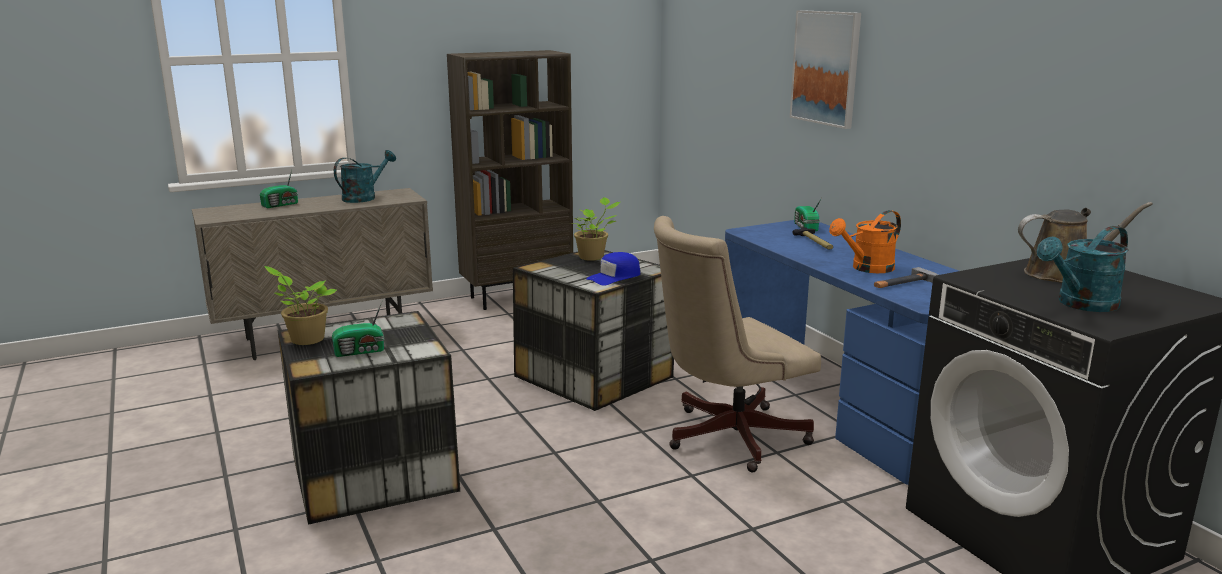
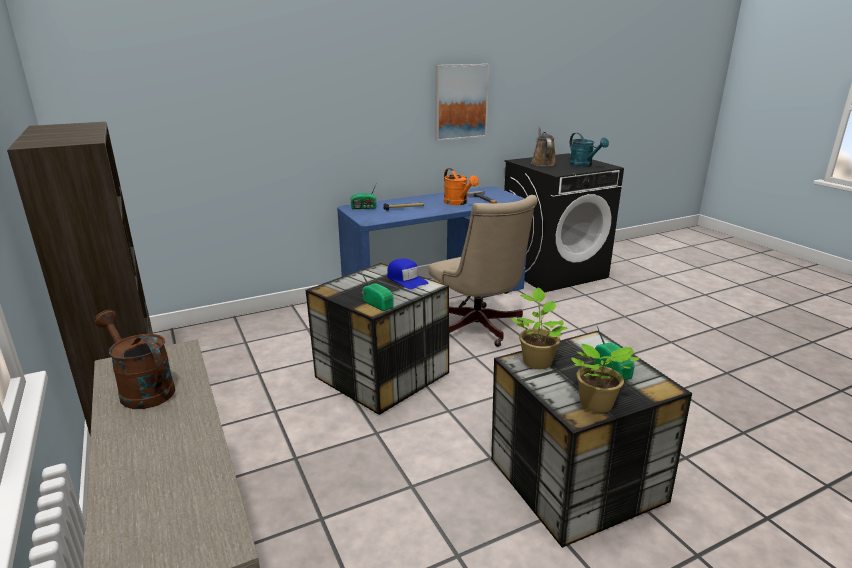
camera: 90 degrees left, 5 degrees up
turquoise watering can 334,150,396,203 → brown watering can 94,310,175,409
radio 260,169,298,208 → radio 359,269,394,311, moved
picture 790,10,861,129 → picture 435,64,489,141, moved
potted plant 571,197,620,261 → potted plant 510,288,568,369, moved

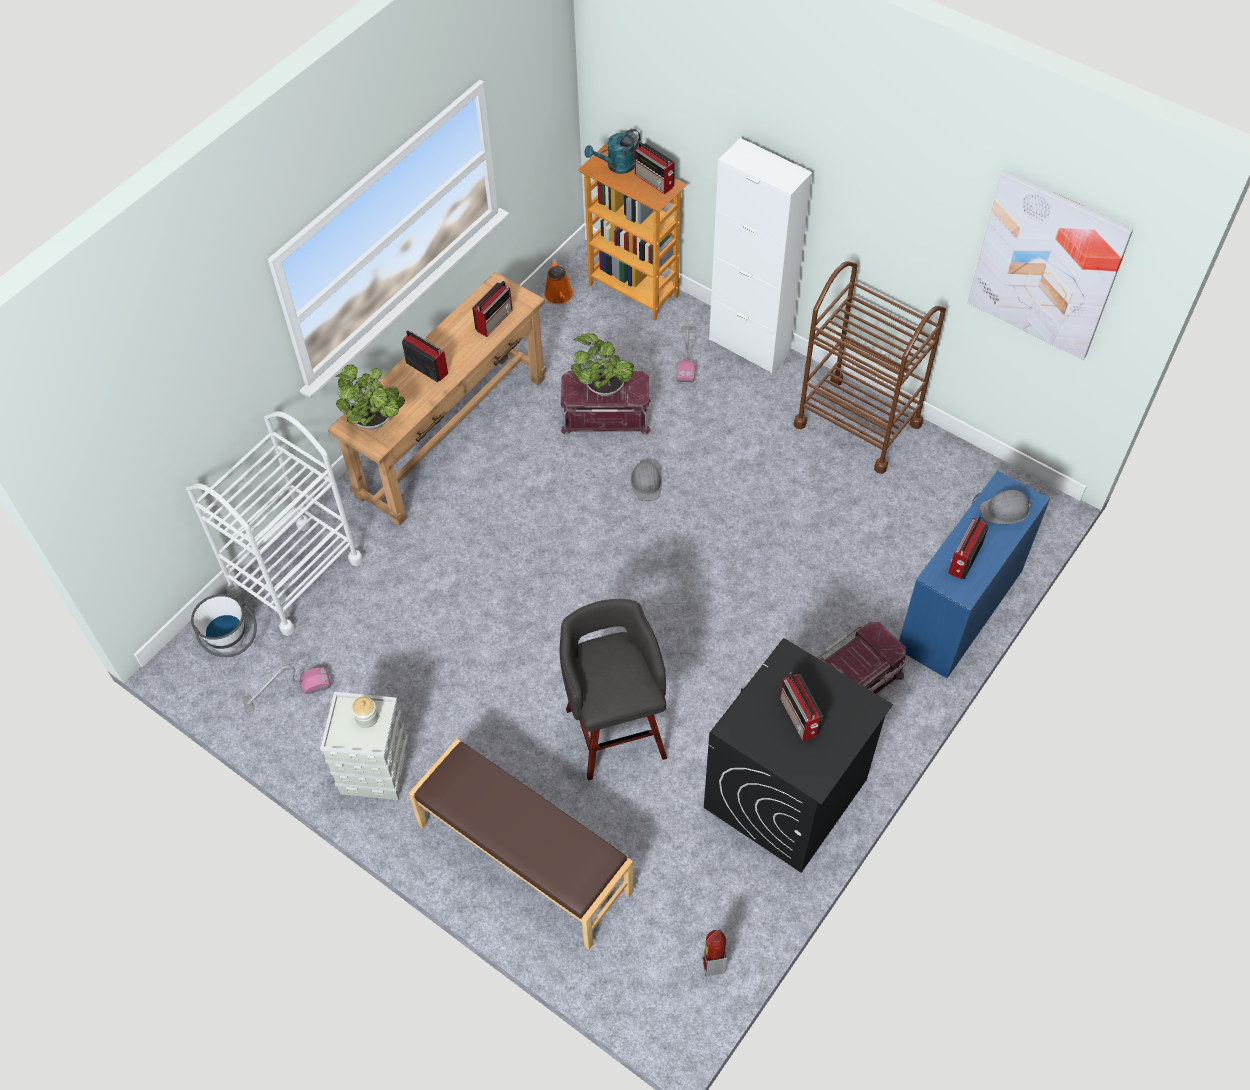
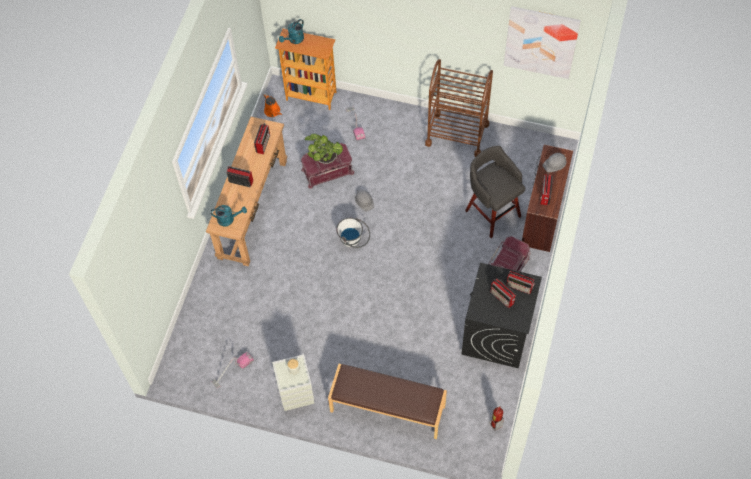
camera: 20 degrees left, 5 degrees up
potted plant 336,365,405,430 → turquoise watering can 211,205,247,226
white bucket 191,594,257,657 → white bucket 336,218,370,248, moved
grey stool 560,599,667,781 → grey stool 465,146,525,238, moved
radio 635,141,675,194 → radio 506,270,535,294, moved
blue desk 899,470,1050,678 → brown desk 522,145,573,252
white cart 186,411,363,636 → -
white cabinet 709,138,812,373 → -

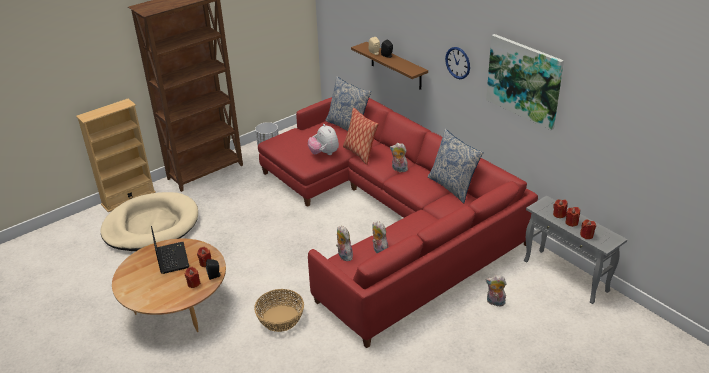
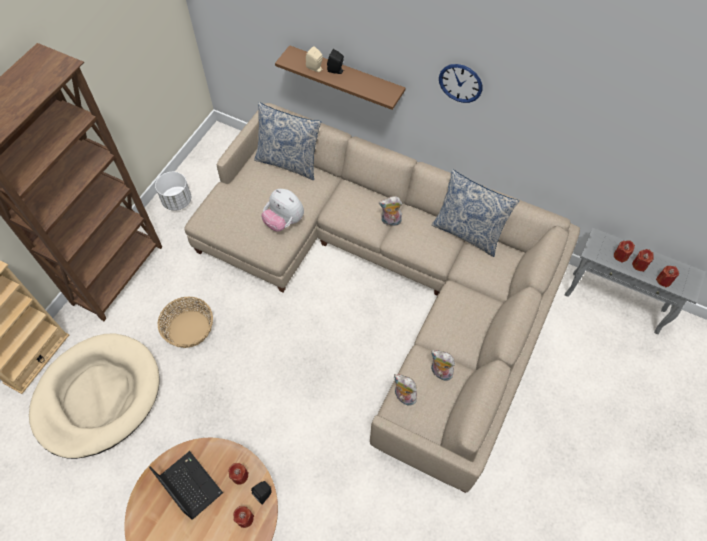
camera: 25 degrees left, 25 degrees up
basket 254,289,304,332 → basket 158,296,213,348, moved
red sofa 258,97,538,348 → beige sofa 184,103,580,493
pillow 343,108,379,165 → -
picture 486,34,564,130 → -
plush toy 486,275,507,306 → -

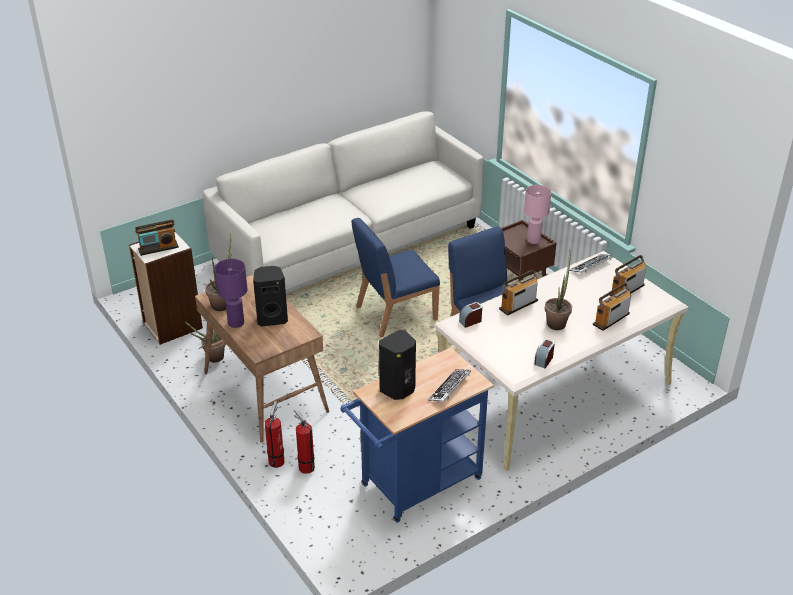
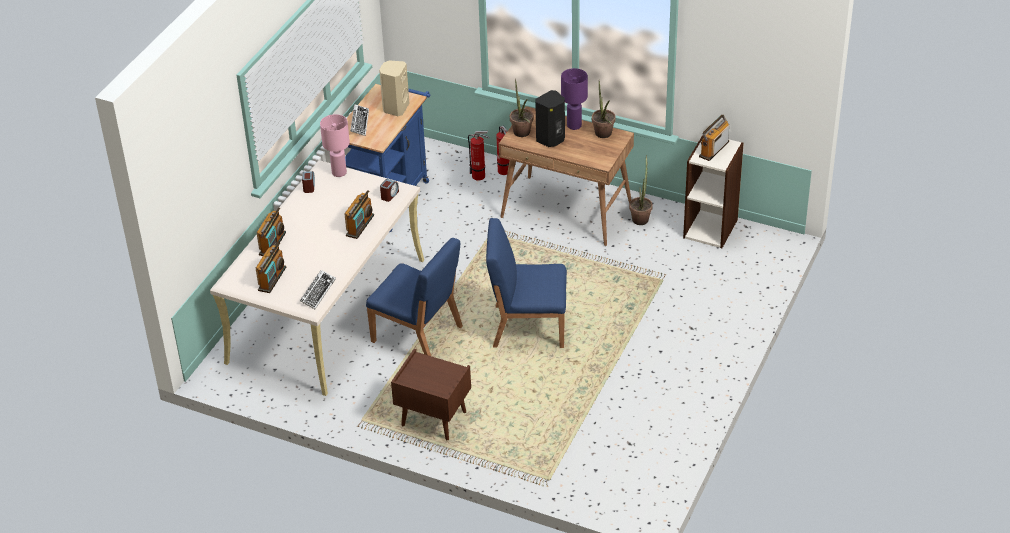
camera: 150 degrees right, 5 degrees up
pink table lamp 524,185,551,244 → pink table lamp 320,114,350,177, moved
black speaker 379,330,416,400 → beige speaker 379,60,409,116
blue chair 352,218,440,338 → blue chair 486,218,567,348, 120 degrees counterclockwise
potted plant 545,251,572,330 → potted plant 510,79,533,137, moved
white sofa 203,112,484,290 → -

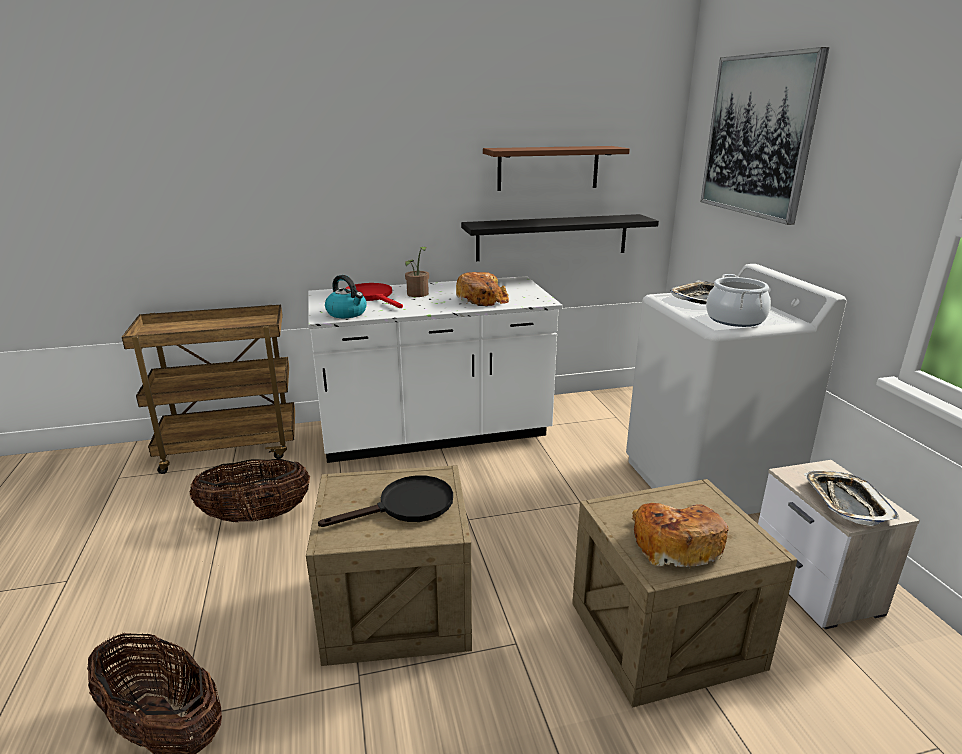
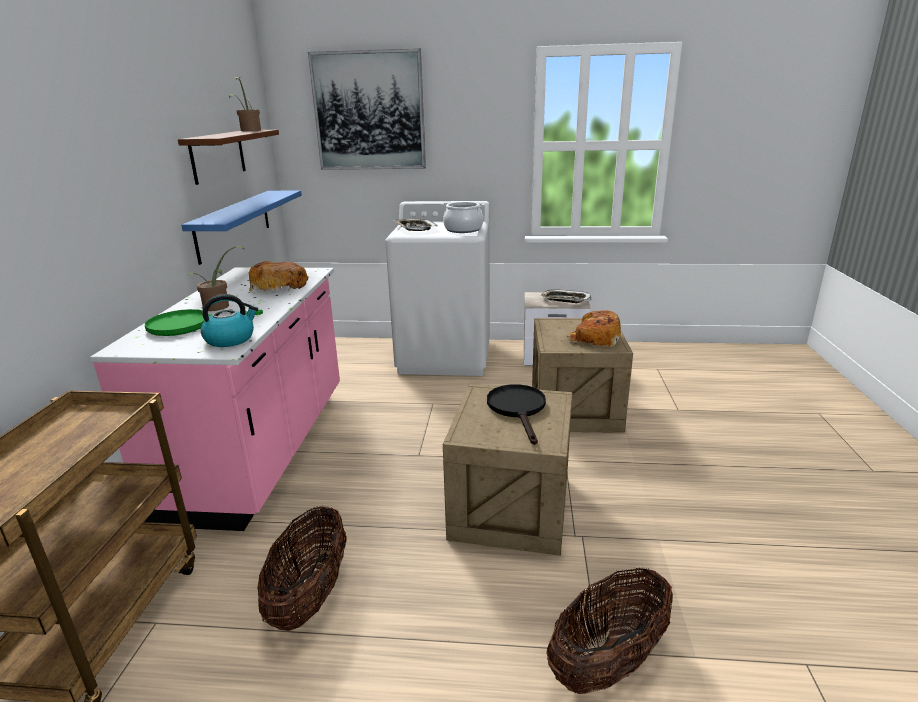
camera: 70 degrees left, 0 degrees up
white counter 308,276,562,463 → pink counter 90,267,340,531
red frying pan 345,283,403,308 → green frying pan 145,309,263,336
black shelf 461,214,659,261 → blue shelf 181,190,302,265
- → potted plant 229,77,261,131

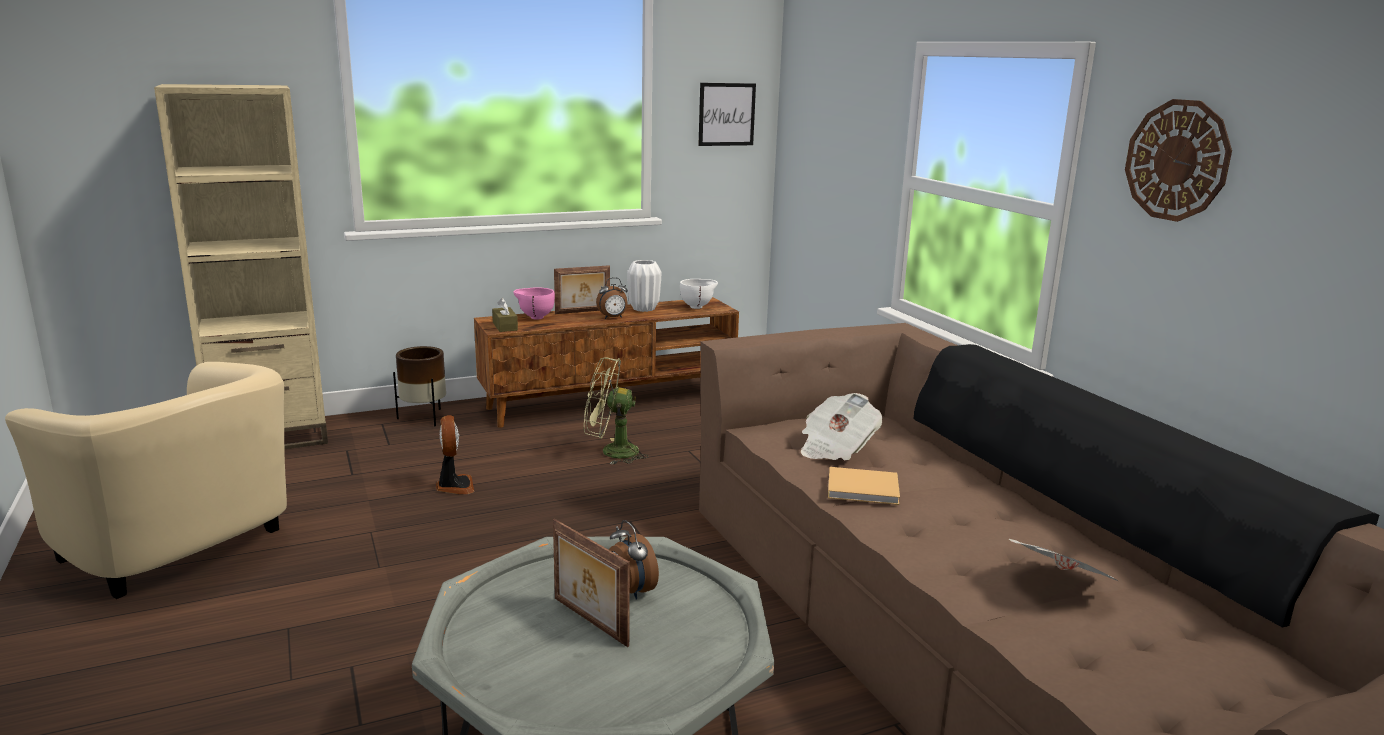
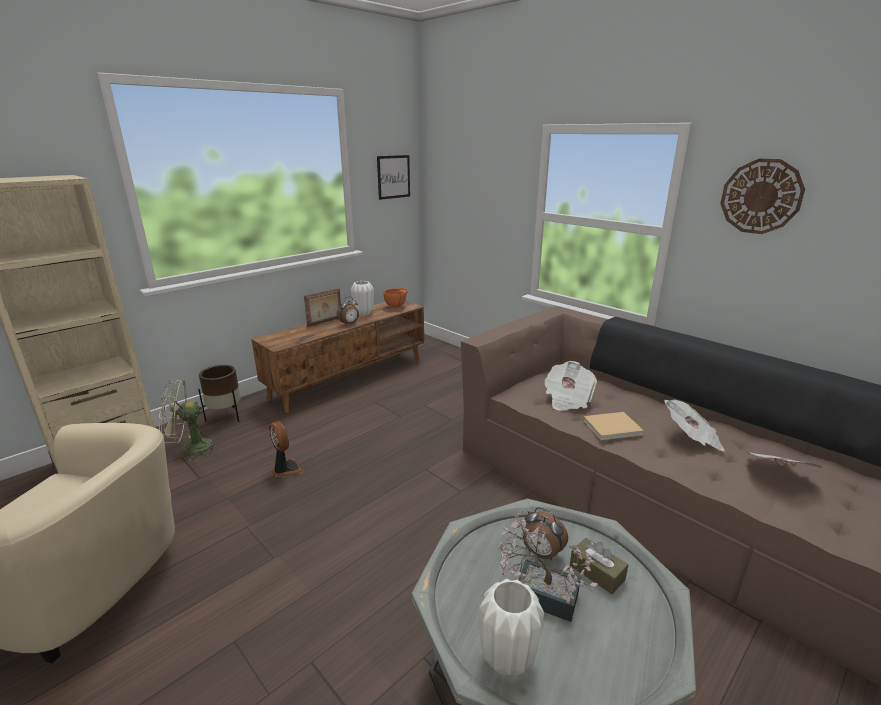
camera: 20 degrees left, 5 degrees up
green fan 584,357,648,465 → green fan 159,380,220,461, moved
white bowl 680,279,718,309 → orange bowl 384,288,408,309
- → white vase 479,579,544,677
picture frame 553,519,630,647 → potted plant 498,511,598,622
brown tissue box 492,298,518,332 → brown tissue box 570,538,628,594, moved
- → newspaper 664,399,725,452
pink bowl 513,287,555,320 → -

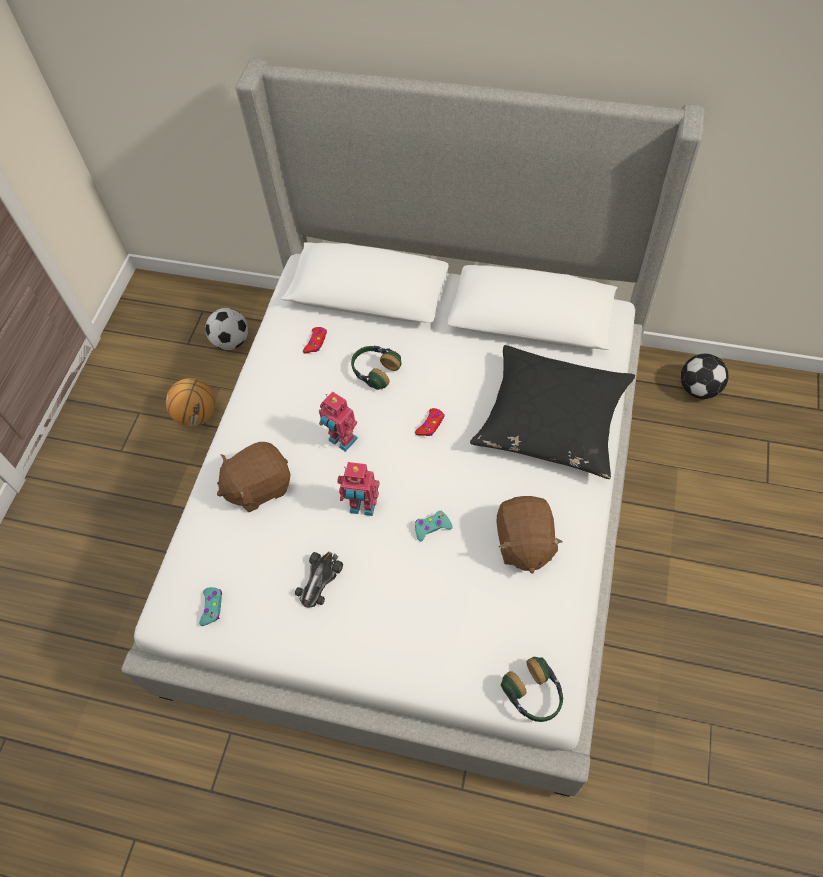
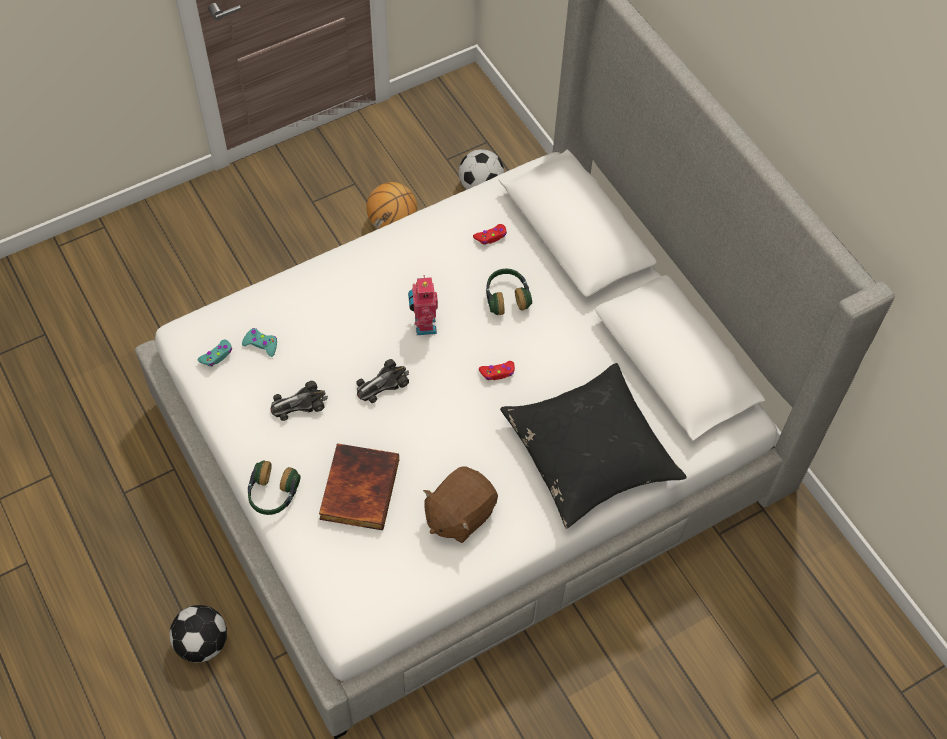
camera: 40 degrees right, 0 degrees up
football 681,354,728,399 → football 170,605,227,662, moved
turquoise game controller 415,511,452,542 → turquoise game controller 242,328,277,357, moved
headphones 501,657,563,722 → headphones 248,460,301,515, moved
- → book 319,443,399,530
toy robot 338,462,379,516 → toy car 356,359,409,403
brown plush toy 217,442,291,512 → -

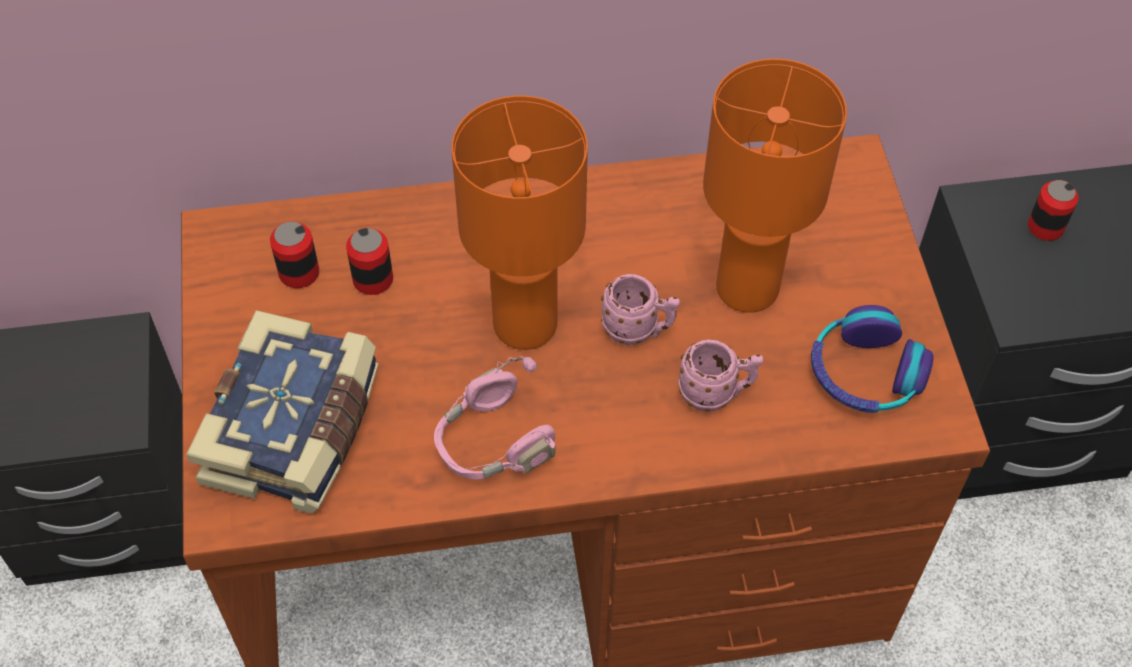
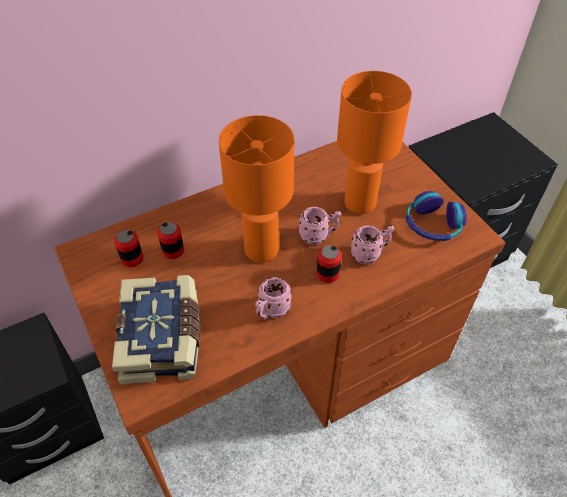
camera: 20 degrees left, 5 degrees down
pink headphones 434,356,556,479 → pink mug 255,277,292,320
can 1028,180,1079,241 → can 316,245,342,283, moved

